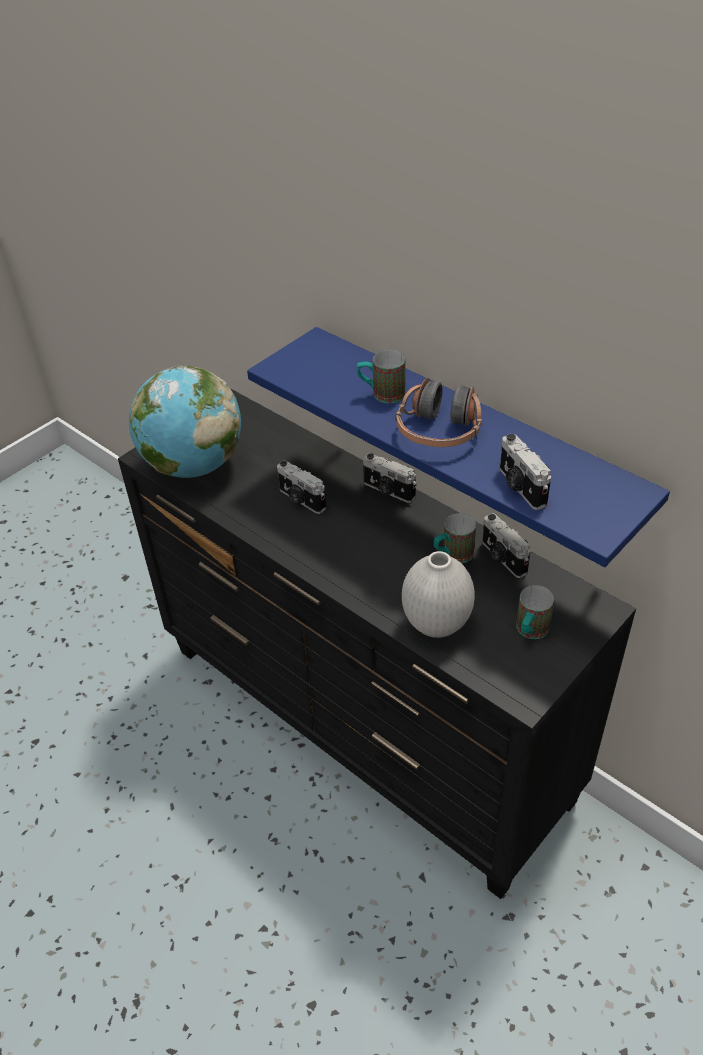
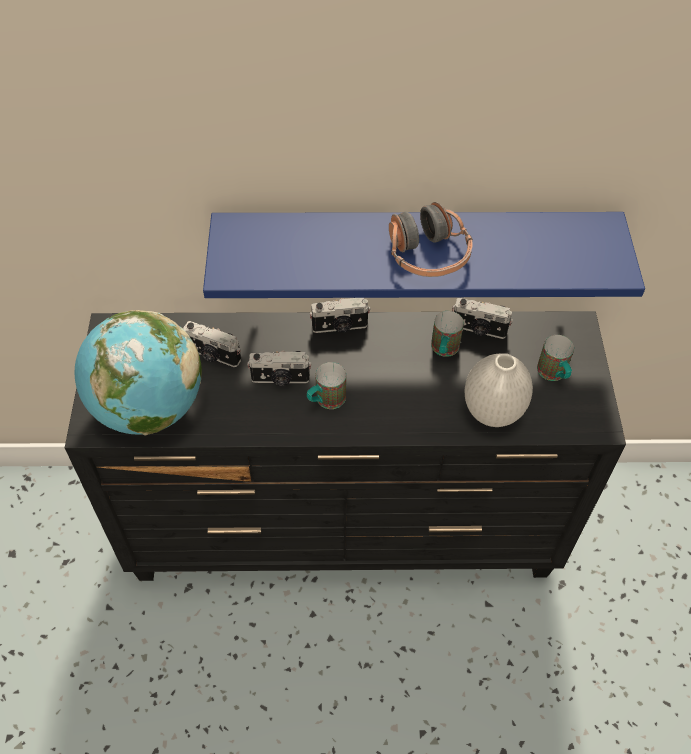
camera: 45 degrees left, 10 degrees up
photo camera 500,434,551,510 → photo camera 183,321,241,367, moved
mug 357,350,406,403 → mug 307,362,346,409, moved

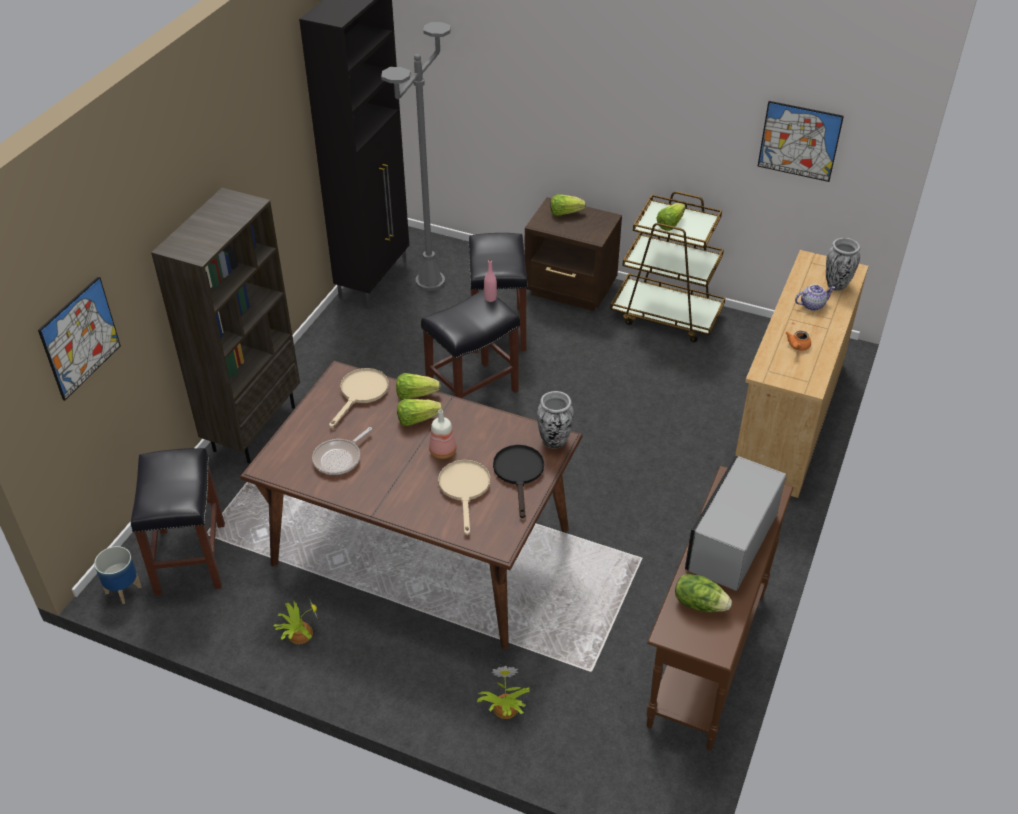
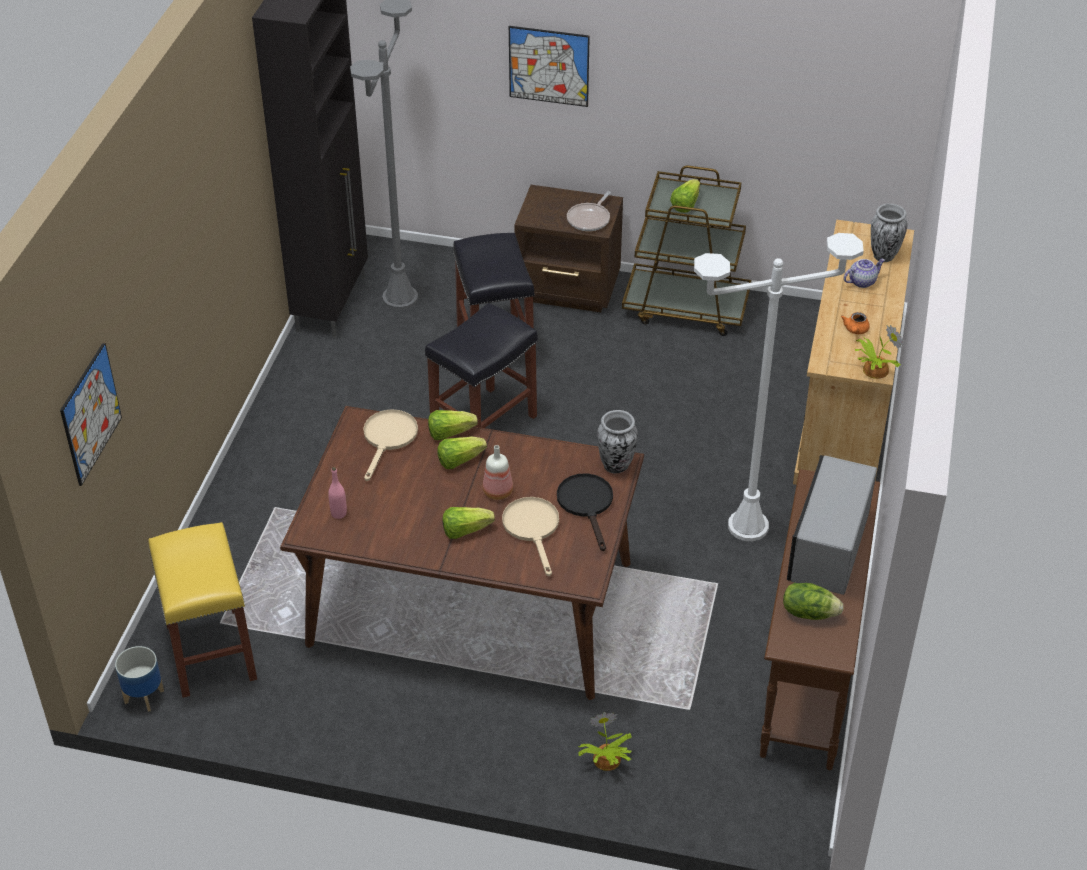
camera: 10 degrees left, 0 degrees up
black stool 131,448,225,596 → yellow stool 148,522,257,698
pink bottle 484,259,497,302 → pink bottle 328,467,347,519, moved
lettuce 550,194,586,216 → lettuce 443,507,495,539, moved
picture 758,101,844,182 → picture 509,26,590,107, moved
frying pan 312,427,372,475 → frying pan 567,191,611,231, moved
- → white floor lamp 694,233,864,541
potted plant 273,600,317,644 → potted plant 855,325,904,379, moved
brown bookcase 151,188,300,464 → -

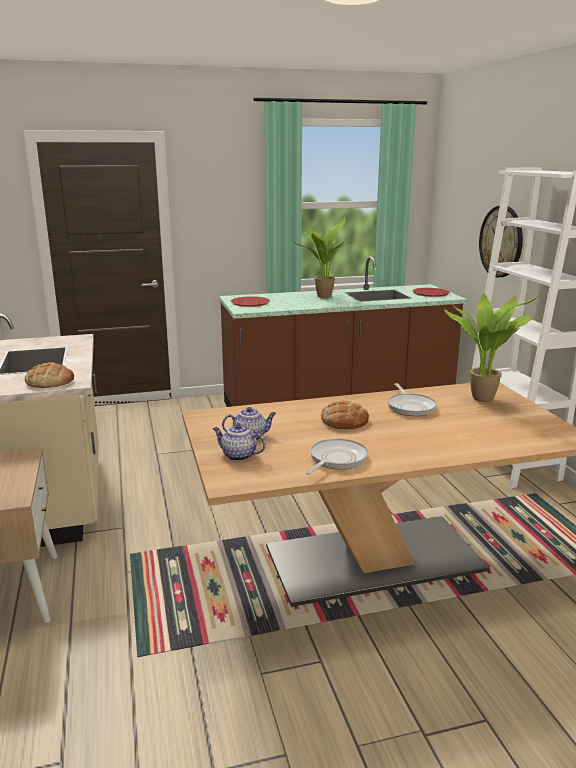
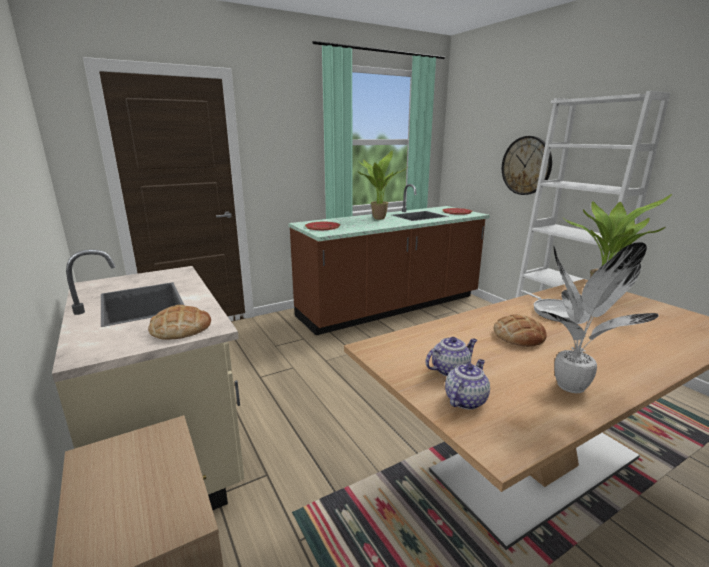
camera: 15 degrees left, 0 degrees up
teapot 213,424,266,461 → teapot 445,359,490,410, 120 degrees clockwise
frying pan 306,438,368,475 → potted plant 541,242,659,393

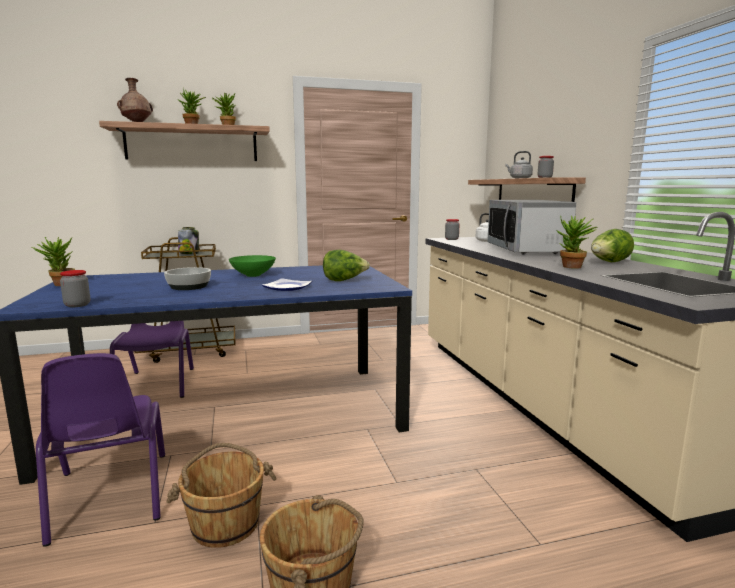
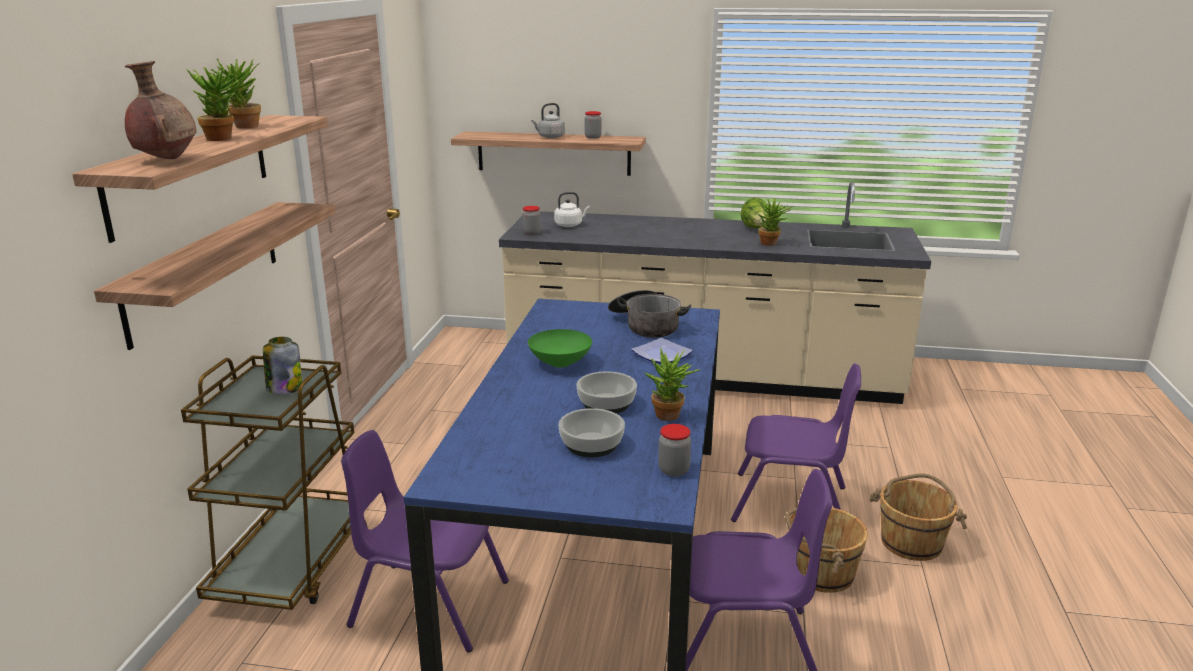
camera: 65 degrees left, 10 degrees up
- → shelf 94,202,336,350
- → bowl 559,408,625,457
lettuce 323,250,370,281 → cooking pot 608,290,691,338
potted plant 31,237,75,286 → potted plant 645,347,700,421, moved
- → purple chair 731,363,861,522
microwave 487,200,576,254 → -

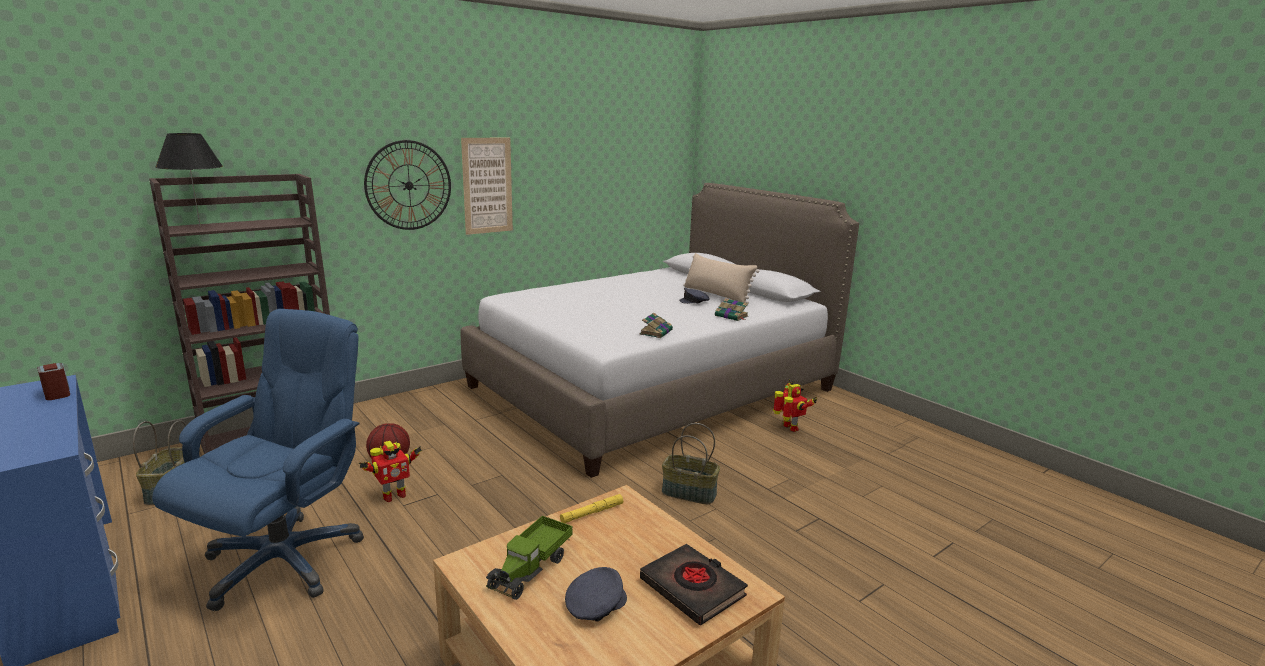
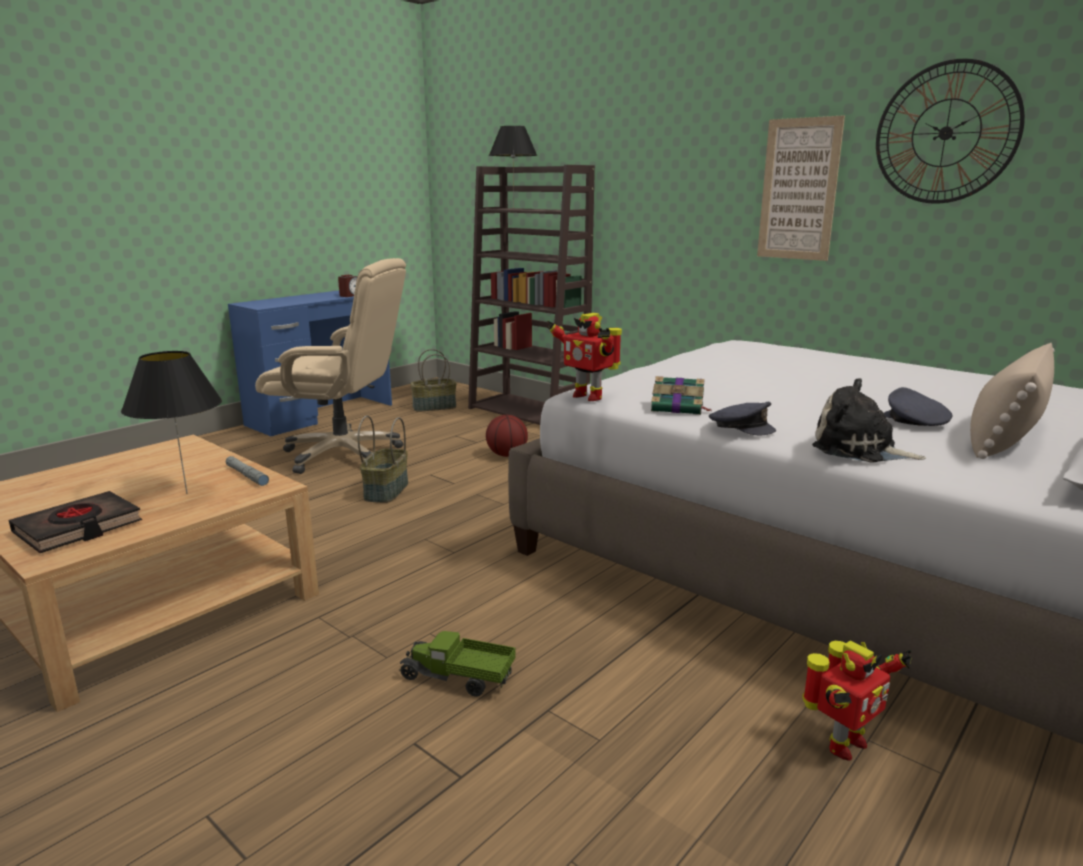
camera: 80 degrees right, 0 degrees up
- → black table lamp 121,351,222,494
yellow flashlight 560,494,623,523 → grey flashlight 226,456,269,486
blue office chair 152,309,364,611 → beige office chair 255,258,406,474
basket 662,423,720,504 → basket 358,416,408,503, moved
toy truck 486,516,573,600 → toy truck 399,631,516,697, moved
toy robot 359,441,422,502 → toy robot 547,313,622,401, moved
grey cap 565,567,627,622 → grey cap 709,402,776,436, moved
book 715,298,748,321 → plush toy 812,378,926,463
wall clock 364,140,451,230 → wall clock 876,59,1025,204, moved

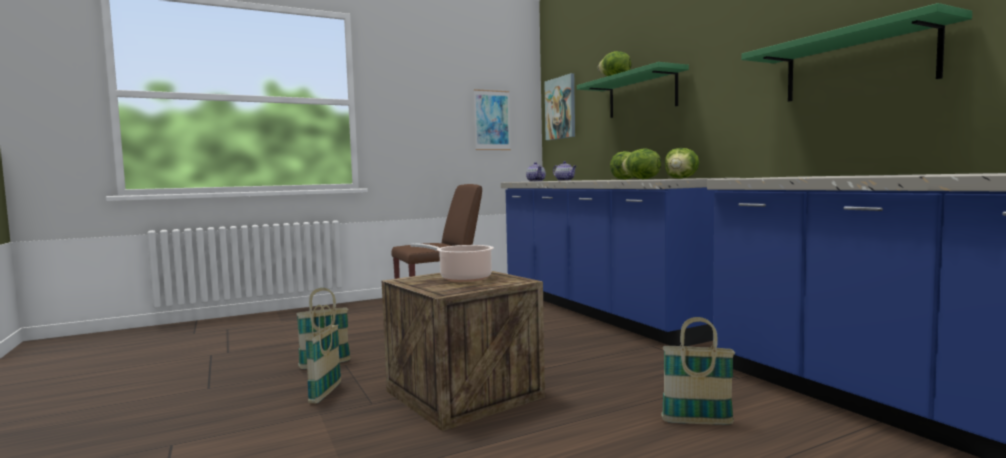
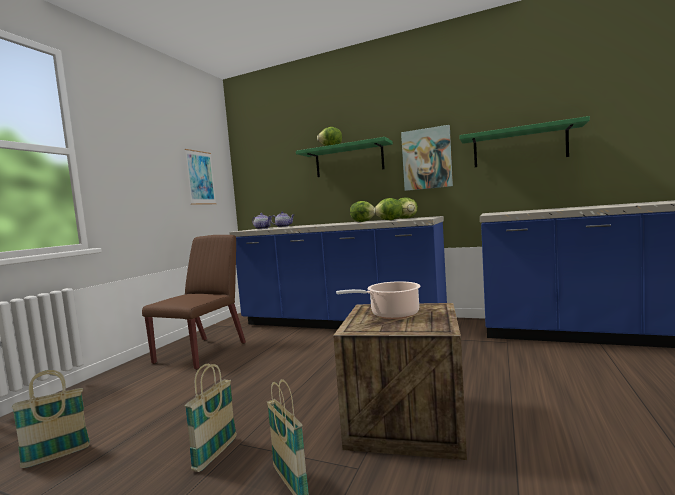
camera: 40 degrees left, 0 degrees up
basket 661,317,735,425 → basket 11,370,90,468, moved
picture 544,73,575,140 → picture 401,125,453,191, moved

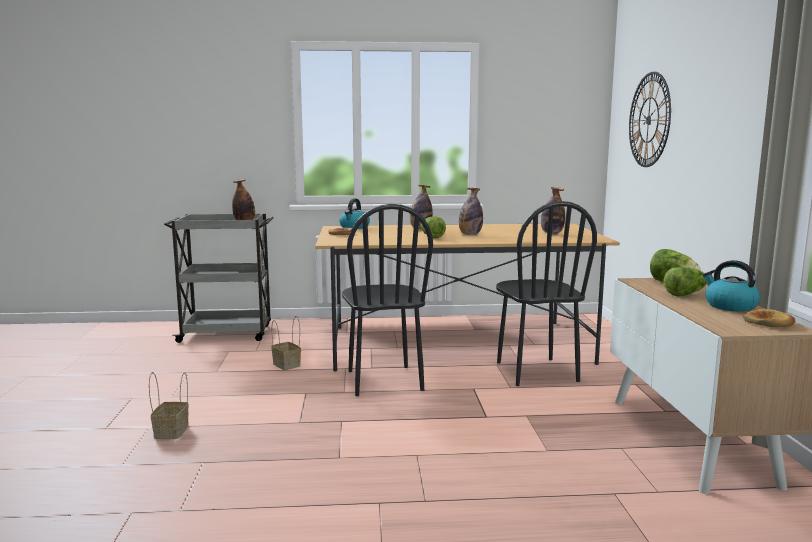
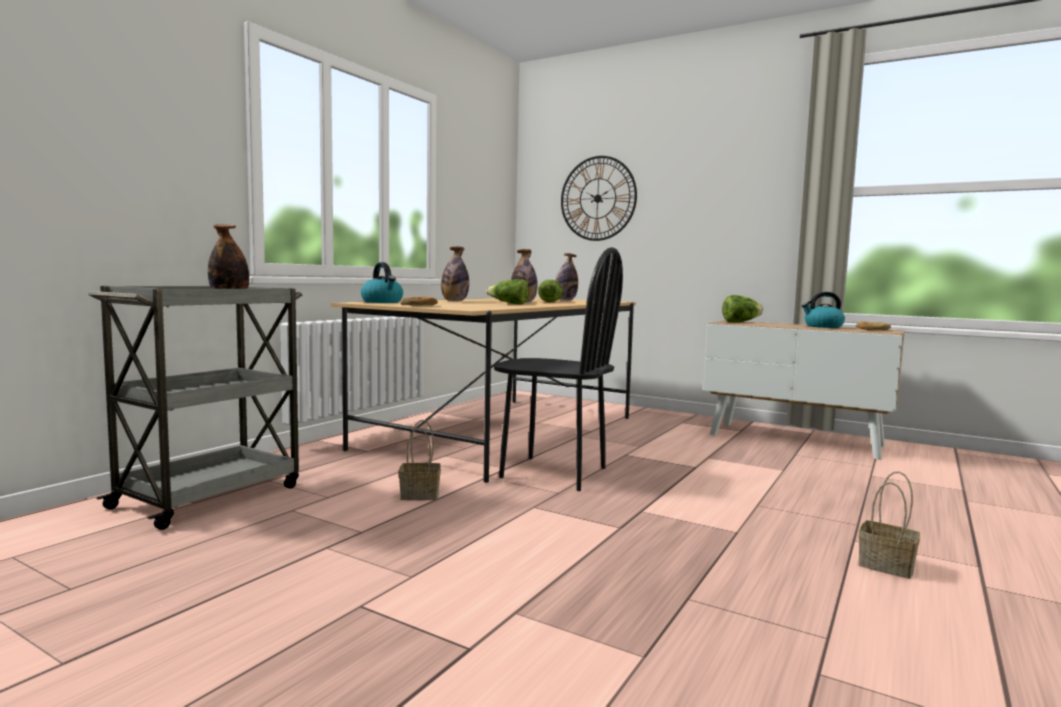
camera: 55 degrees left, 5 degrees down
lettuce 663,267,707,296 → lettuce 538,280,563,302, moved
basket 149,372,189,439 → basket 858,471,920,579, moved
black chair 496,201,597,386 → -

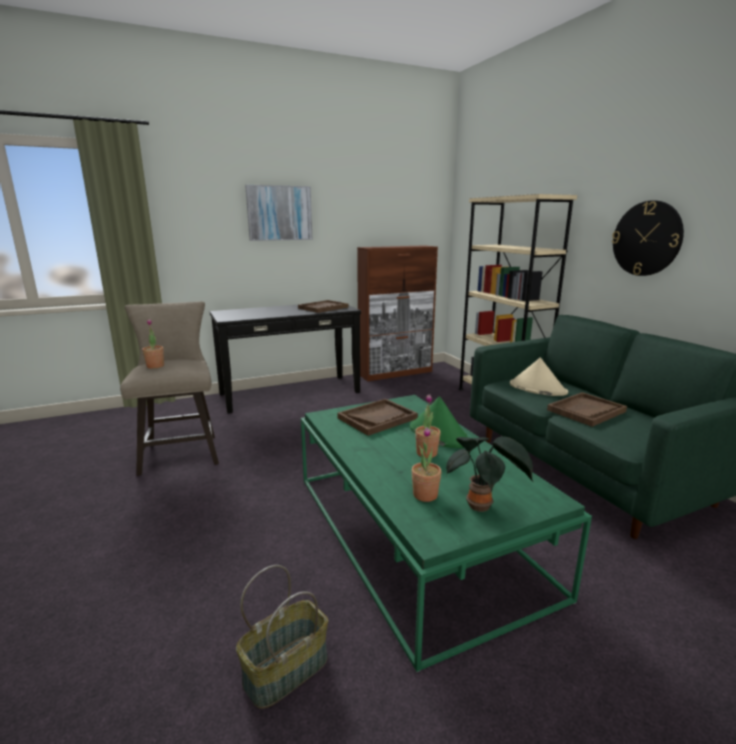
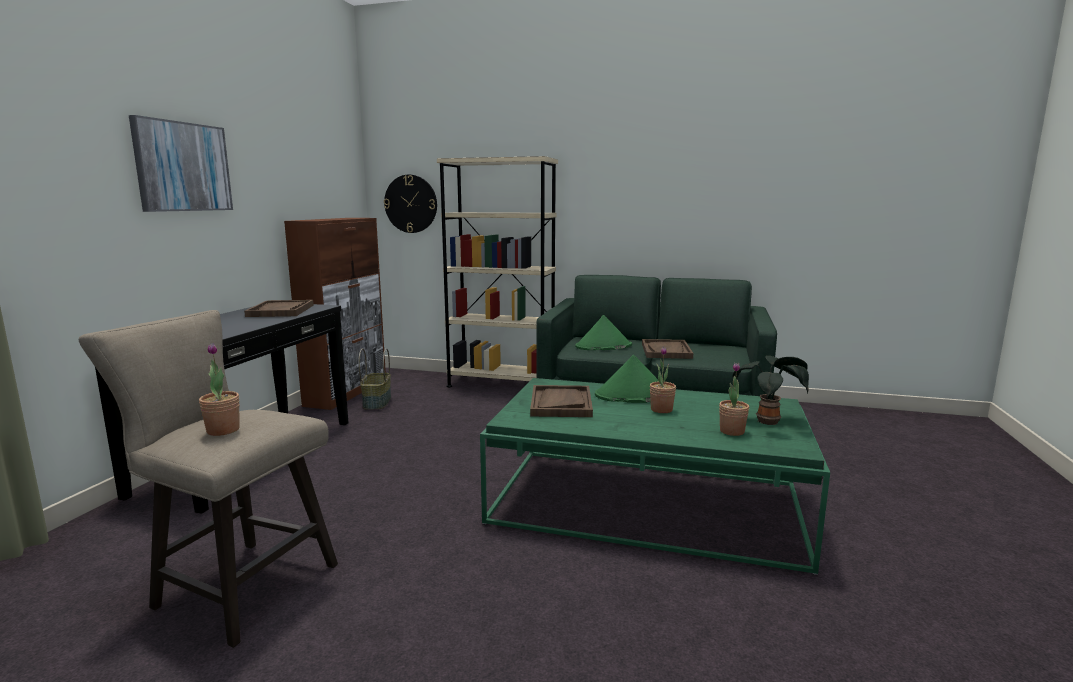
camera: 50 degrees left, 5 degrees down
basket 236,565,328,709 → basket 358,348,391,409, moved
wall clock 612,200,684,276 → wall clock 384,174,437,233, moved
beige hat 510,358,568,396 → green hat 575,315,632,350

